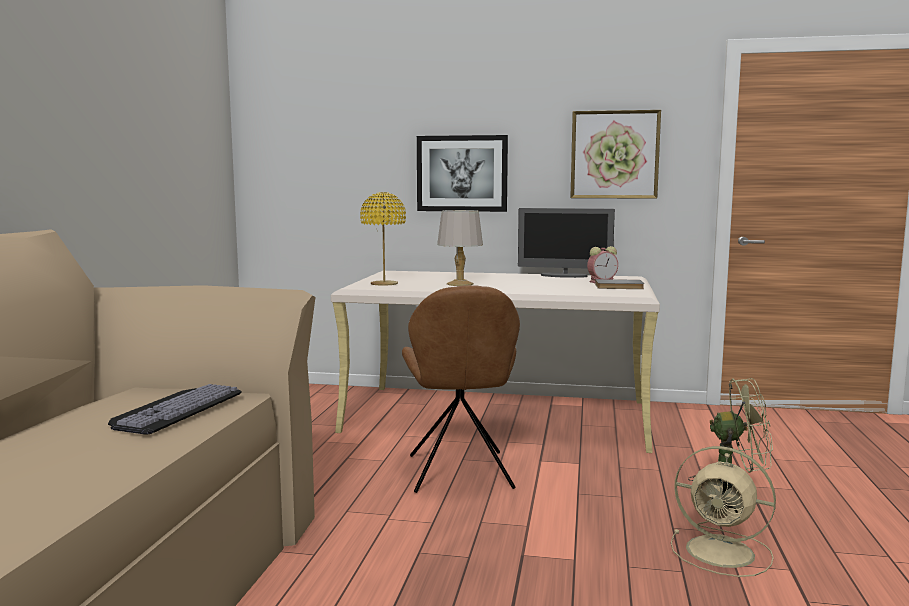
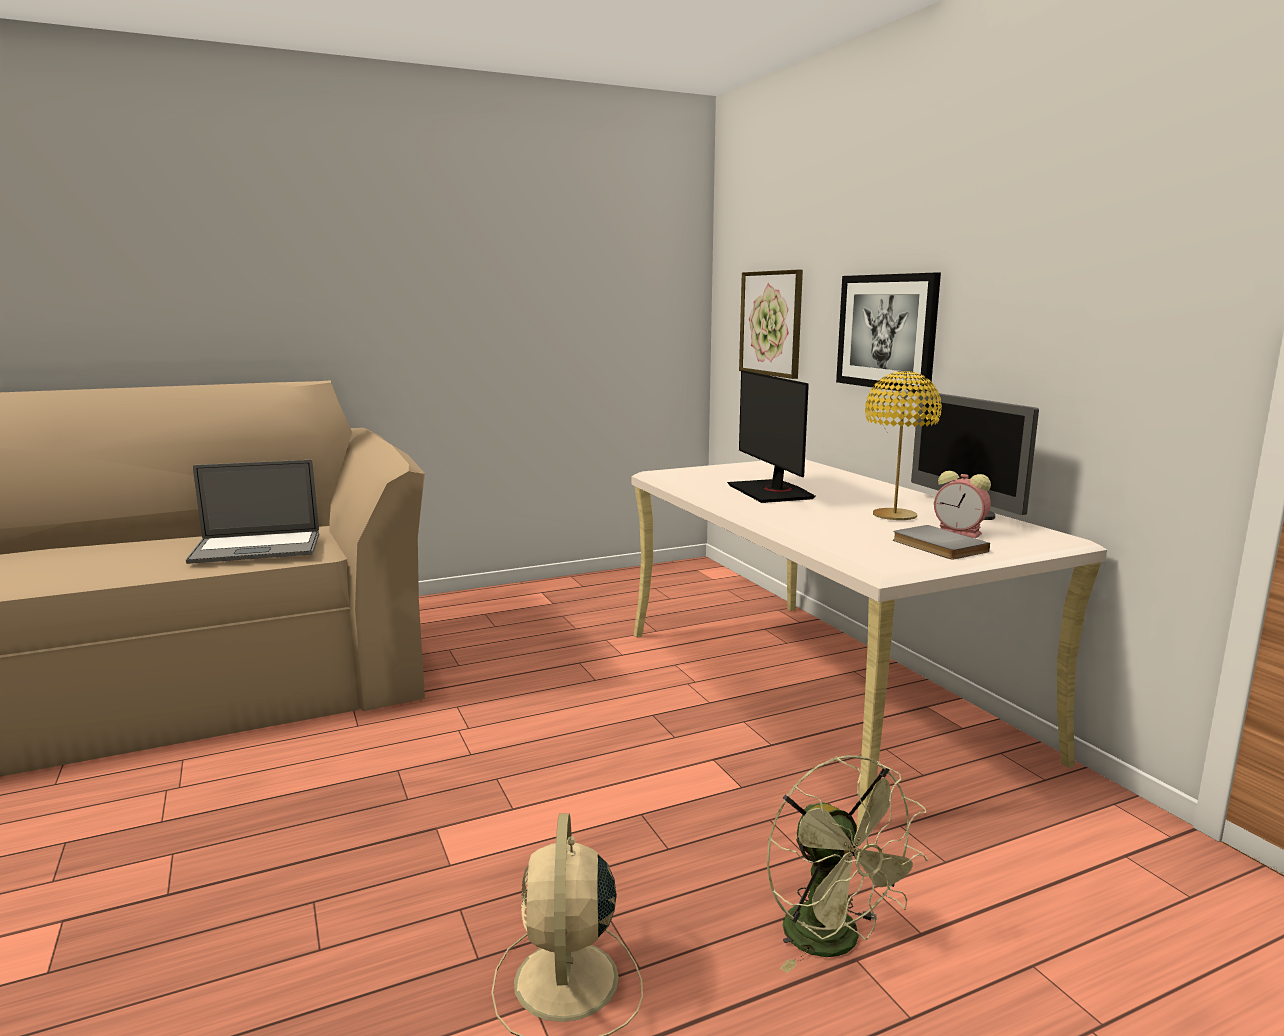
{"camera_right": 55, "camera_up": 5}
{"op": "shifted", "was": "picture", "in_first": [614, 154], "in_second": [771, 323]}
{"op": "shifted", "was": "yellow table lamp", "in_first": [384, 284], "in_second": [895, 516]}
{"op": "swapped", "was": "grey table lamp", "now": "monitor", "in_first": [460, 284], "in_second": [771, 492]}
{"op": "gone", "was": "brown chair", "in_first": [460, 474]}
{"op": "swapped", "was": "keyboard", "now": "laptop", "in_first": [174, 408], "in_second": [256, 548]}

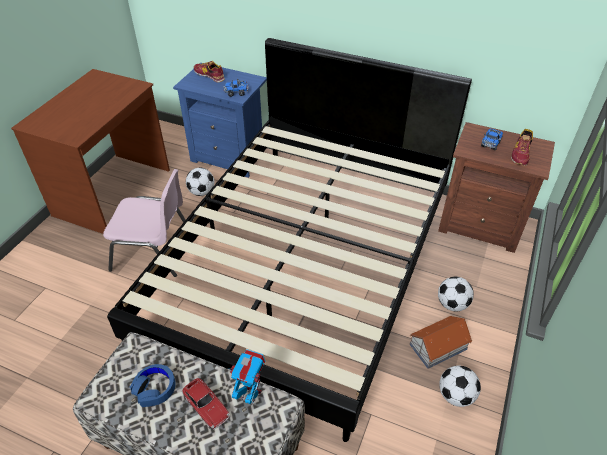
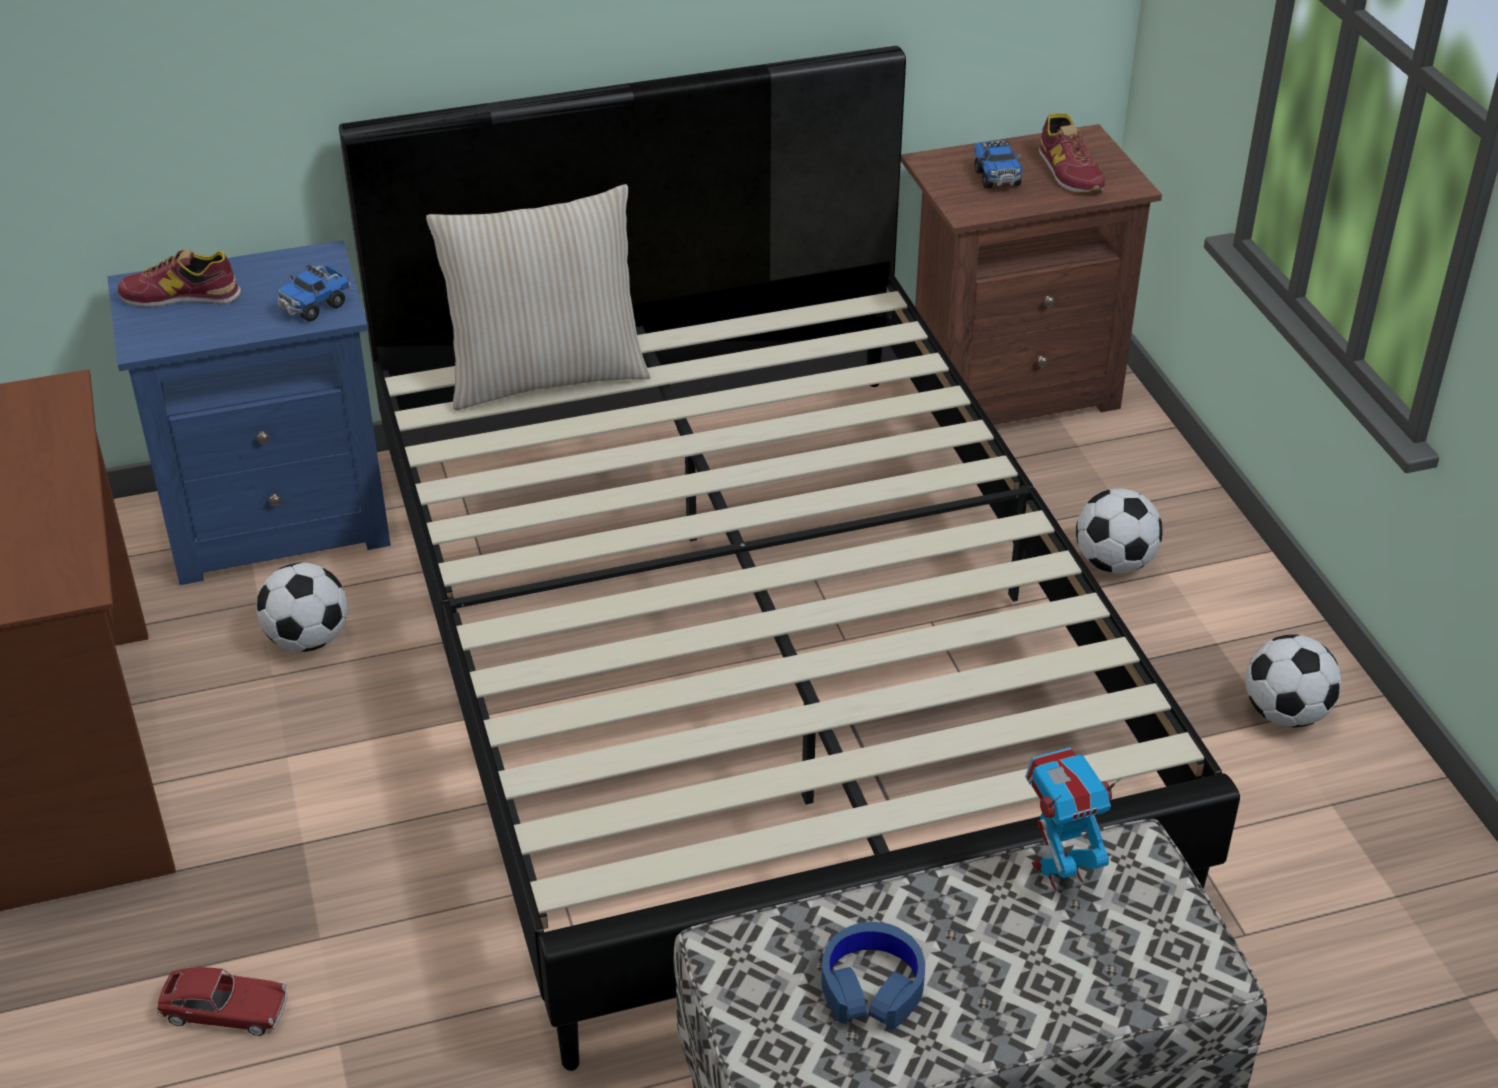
{"camera_right": -40, "camera_up": -5}
{"op": "gone", "was": "pink chair", "in_first": [154, 251]}
{"op": "gone", "was": "toy house", "in_first": [438, 346]}
{"op": "shifted", "was": "toy car", "in_first": [206, 406], "in_second": [225, 1011]}
{"op": "new", "now": "beige pillow", "in_second": [546, 375]}

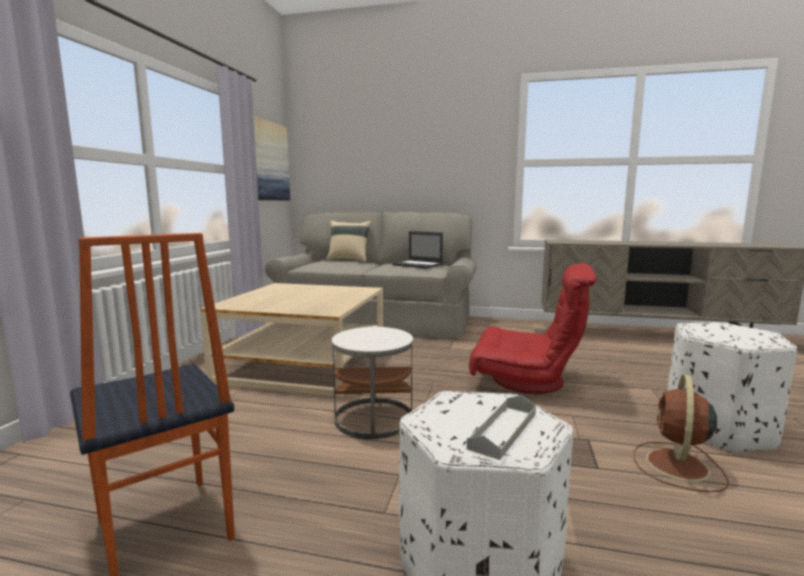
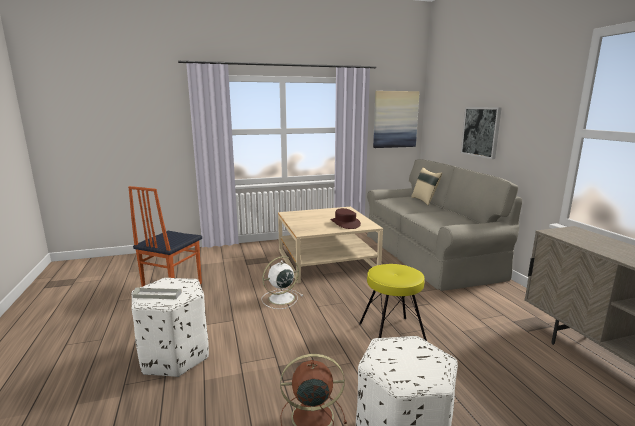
{"camera_right": 60, "camera_up": 5}
{"op": "gone", "was": "laptop", "in_first": [418, 265]}
{"op": "swapped", "was": "red armchair", "now": "yellow stool", "in_first": [527, 381], "in_second": [391, 334]}
{"op": "swapped", "was": "white side table", "now": "white fan", "in_first": [374, 419], "in_second": [280, 298]}
{"op": "new", "now": "picture", "in_second": [481, 132]}
{"op": "new", "now": "brown hat", "in_second": [345, 223]}

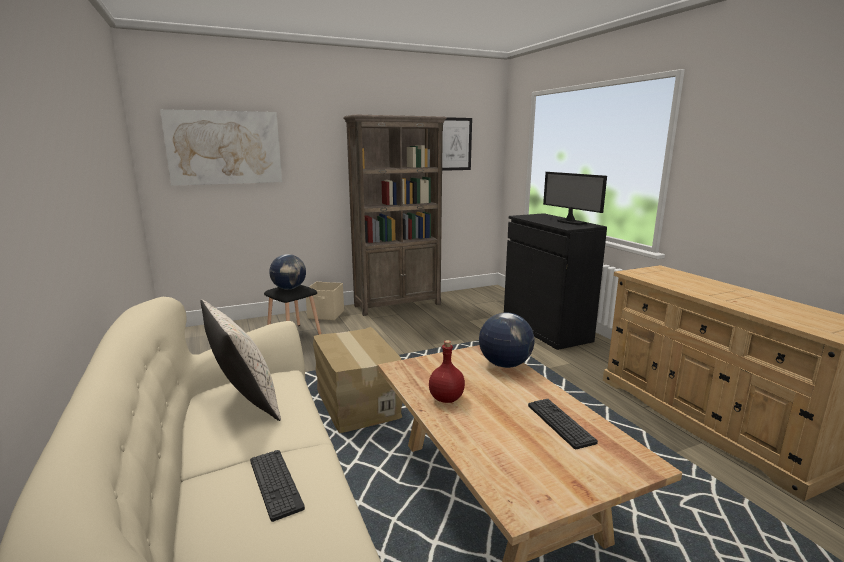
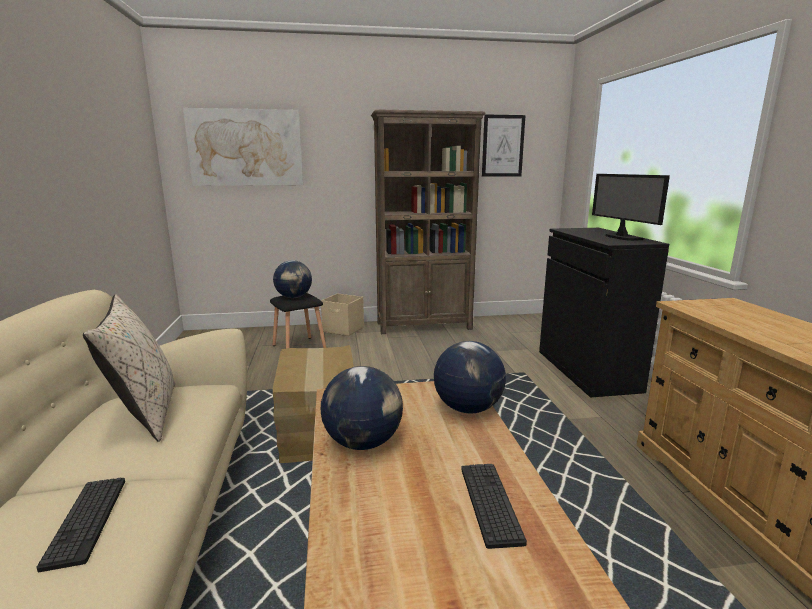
{"camera_right": 15, "camera_up": 0}
{"op": "swapped", "was": "red bottle", "now": "globe", "in_first": [447, 398], "in_second": [363, 443]}

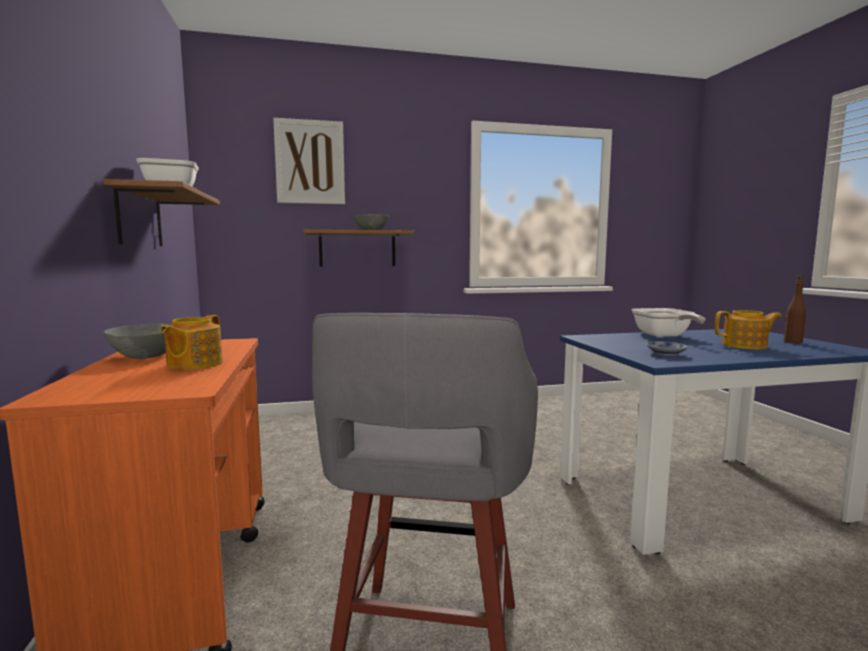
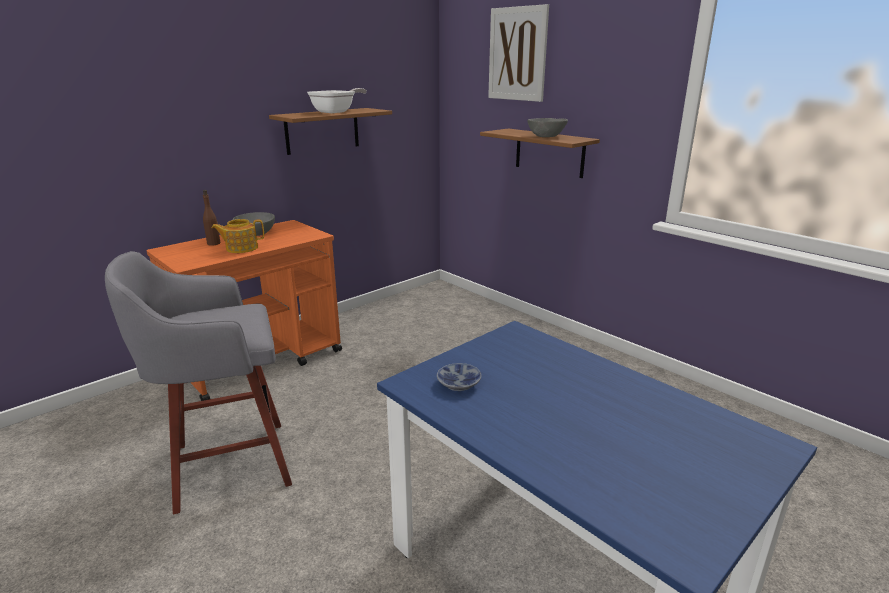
{"camera_right": 60, "camera_up": 15}
{"op": "shifted", "was": "brown bottle", "in_first": [792, 342], "in_second": [214, 243]}
{"op": "gone", "was": "frying pan", "in_first": [664, 336]}
{"op": "gone", "was": "teapot", "in_first": [745, 346]}

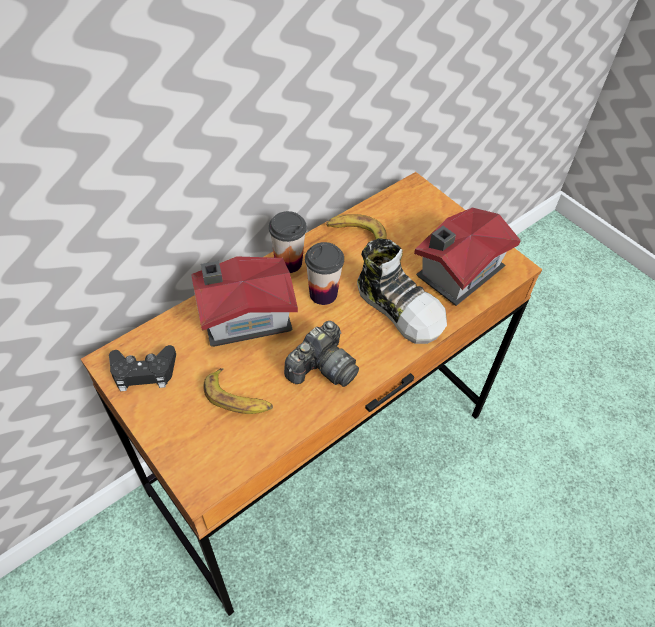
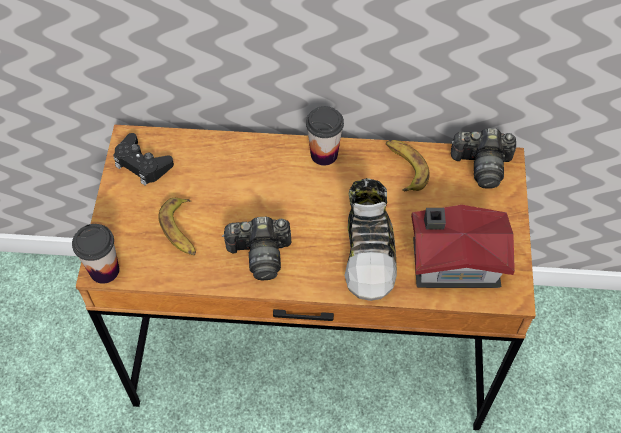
{"camera_right": 45, "camera_up": 5}
{"op": "shifted", "was": "cup", "in_first": [323, 294], "in_second": [104, 270]}
{"op": "gone", "was": "toy house", "in_first": [243, 316]}
{"op": "new", "now": "photo camera", "in_second": [482, 165]}

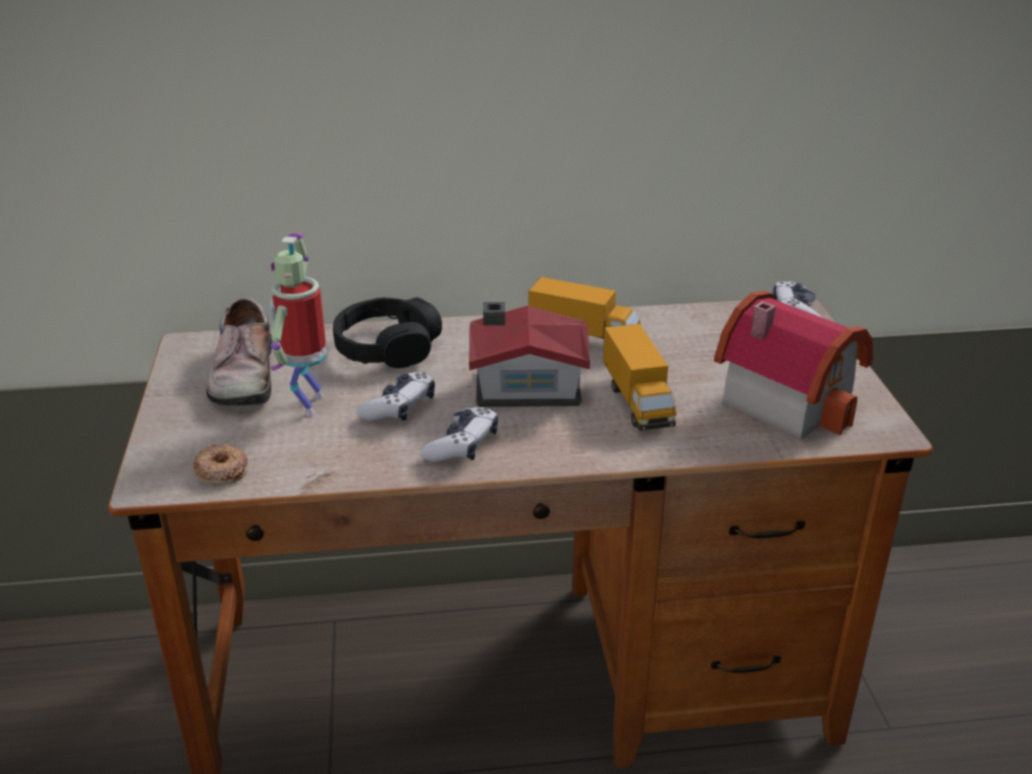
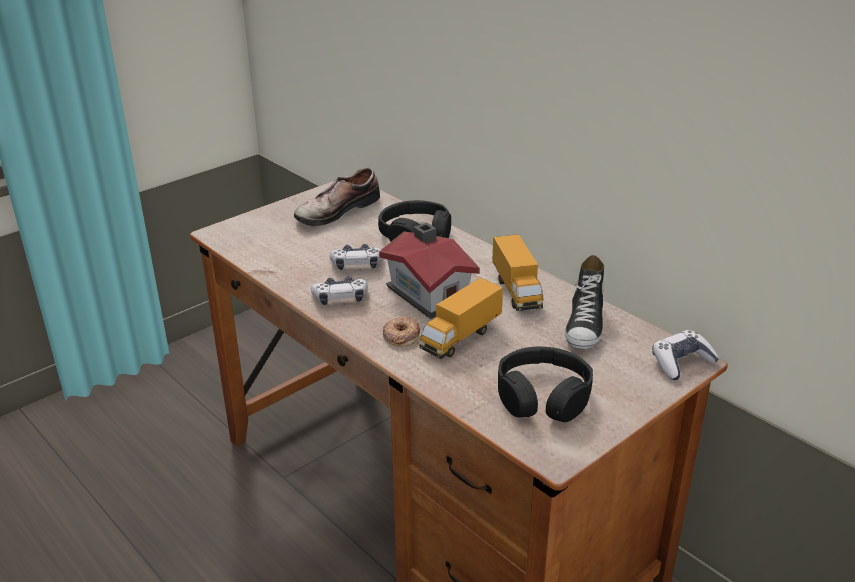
{"camera_right": 55, "camera_up": 0}
{"op": "gone", "was": "toy robot", "in_first": [308, 403]}
{"op": "swapped", "was": "toy house", "now": "black headphones", "in_first": [788, 399], "in_second": [543, 396]}
{"op": "shifted", "was": "donut", "in_first": [221, 470], "in_second": [401, 335]}
{"op": "new", "now": "shoe", "in_second": [585, 325]}

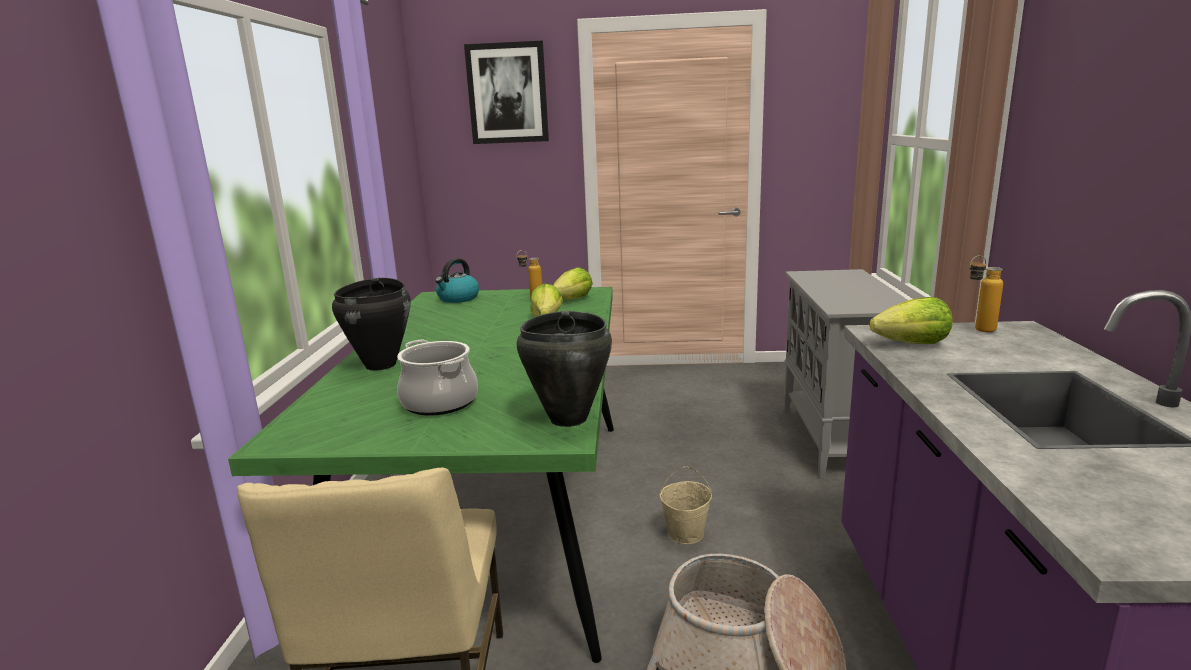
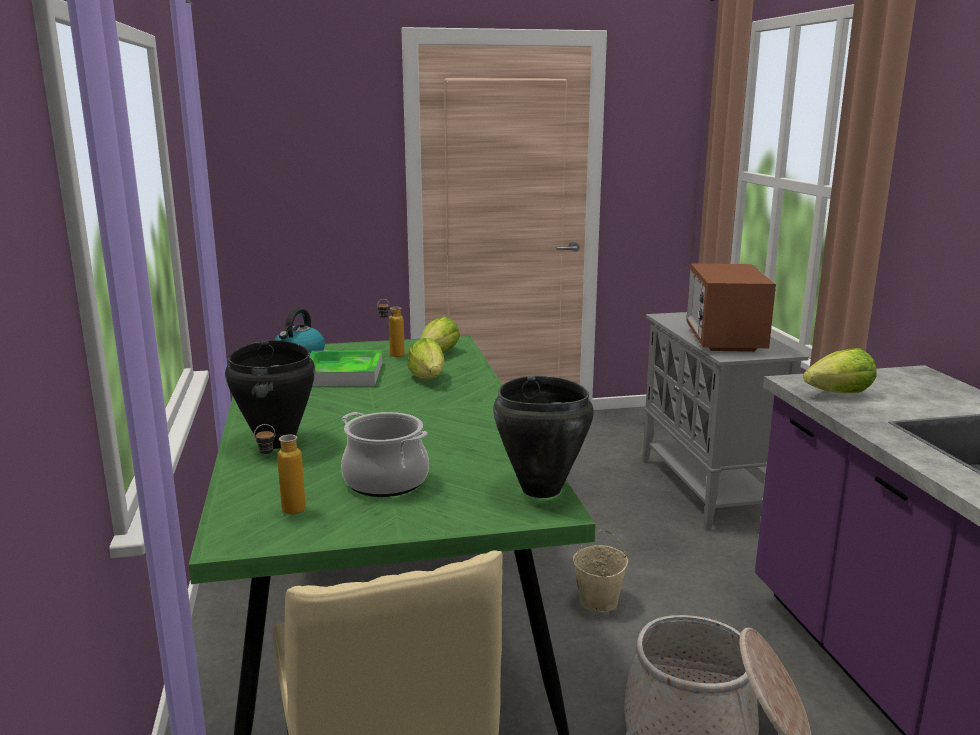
{"camera_right": -15, "camera_up": 0}
{"op": "gone", "was": "picture", "in_first": [507, 93]}
{"op": "shifted", "was": "bottle", "in_first": [978, 330], "in_second": [283, 511]}
{"op": "new", "now": "microwave", "in_second": [724, 340]}
{"op": "new", "now": "tray", "in_second": [342, 374]}

